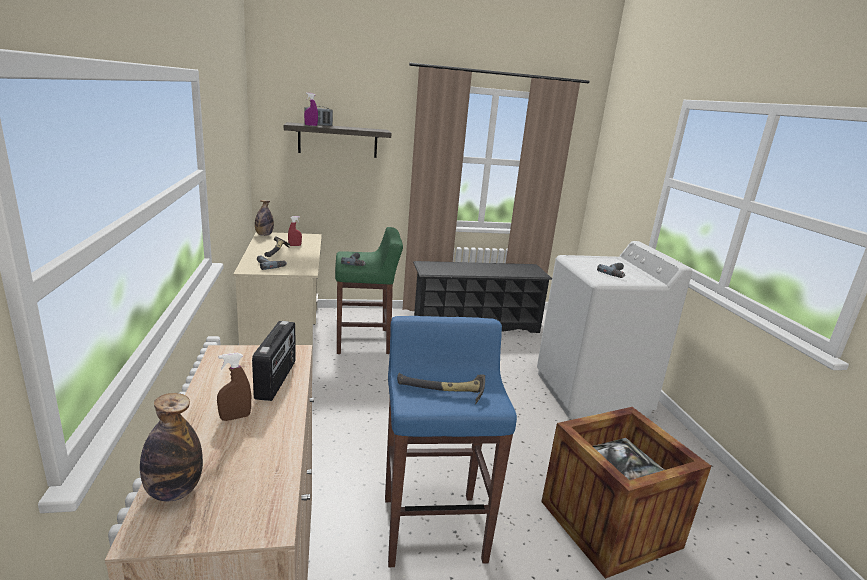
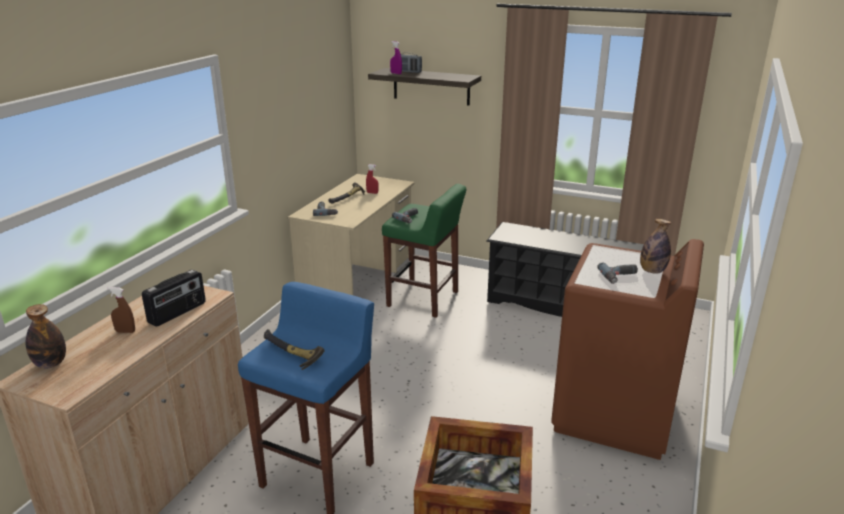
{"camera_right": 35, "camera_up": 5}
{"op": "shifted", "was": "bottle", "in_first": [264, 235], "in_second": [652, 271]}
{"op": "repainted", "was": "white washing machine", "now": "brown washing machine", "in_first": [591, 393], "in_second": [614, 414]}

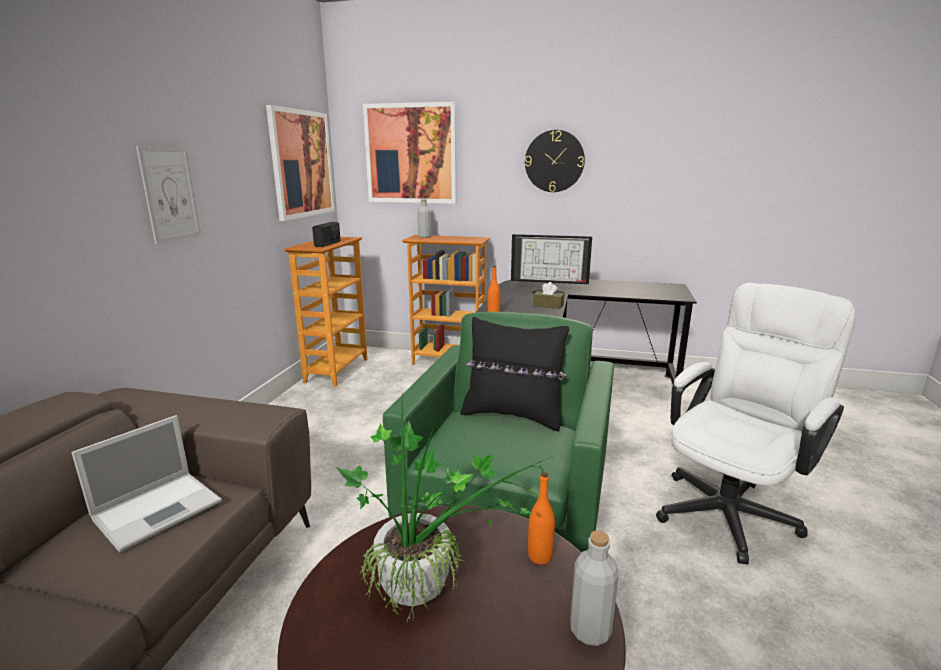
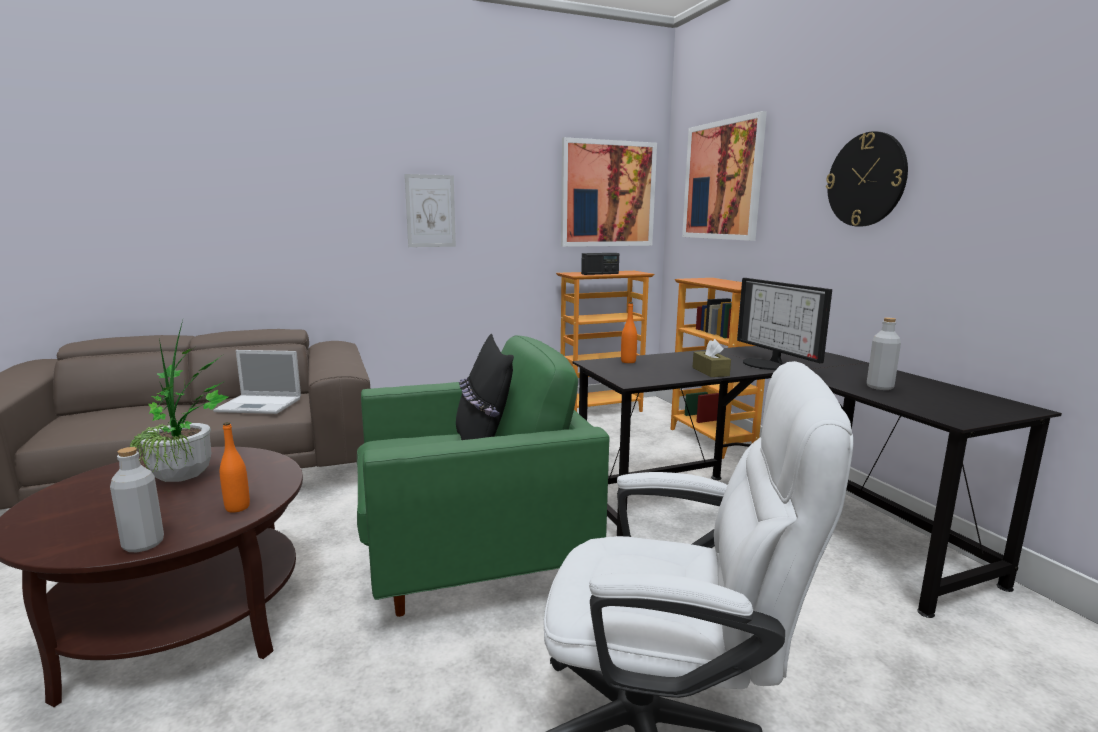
{"camera_right": 55, "camera_up": -5}
{"op": "shifted", "was": "grey bottle", "in_first": [424, 237], "in_second": [879, 387]}

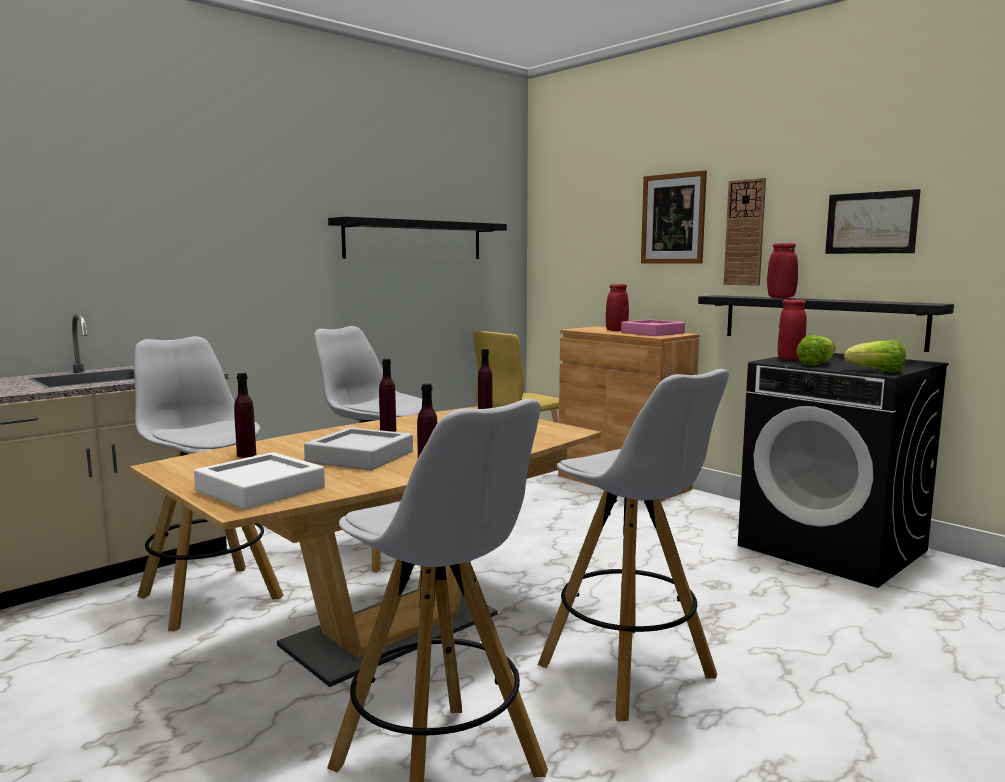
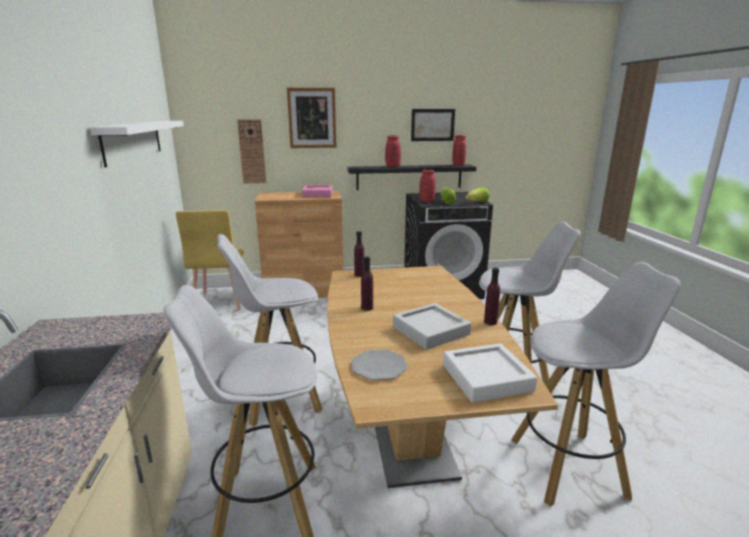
{"camera_right": -55, "camera_up": 10}
{"op": "shifted", "was": "wall clock", "in_first": [745, 233], "in_second": [252, 151]}
{"op": "repainted", "was": "black shelf", "now": "white shelf", "in_first": [415, 240], "in_second": [133, 140]}
{"op": "shifted", "was": "red vase", "in_first": [616, 330], "in_second": [458, 165]}
{"op": "swapped", "was": "purple bottle", "now": "plate", "in_first": [246, 455], "in_second": [379, 366]}

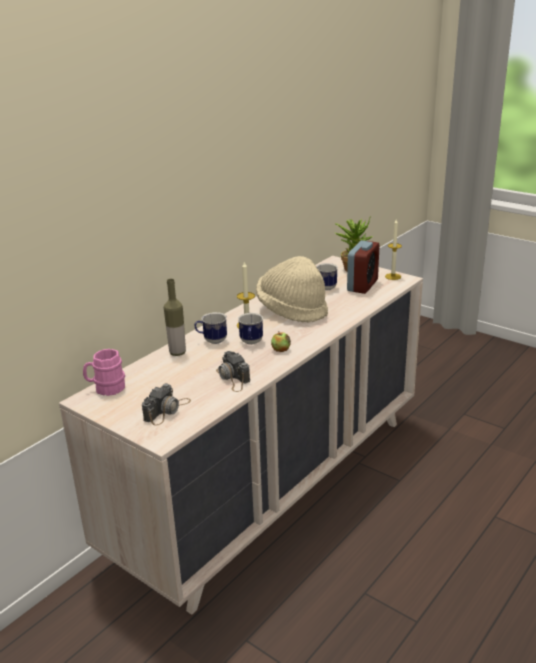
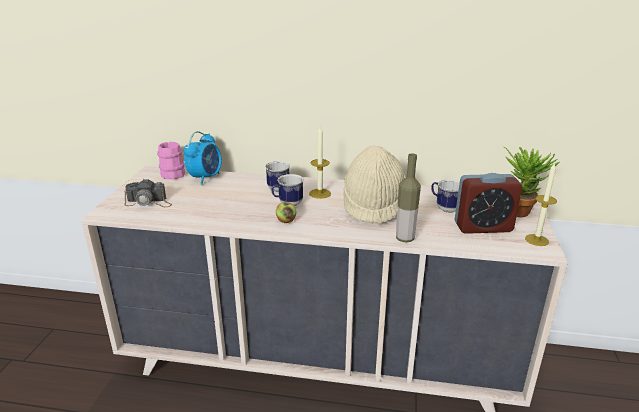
{"camera_right": 60, "camera_up": 0}
{"op": "shifted", "was": "bottle", "in_first": [177, 353], "in_second": [405, 238]}
{"op": "gone", "was": "photo camera", "in_first": [233, 378]}
{"op": "new", "now": "alarm clock", "in_second": [206, 177]}

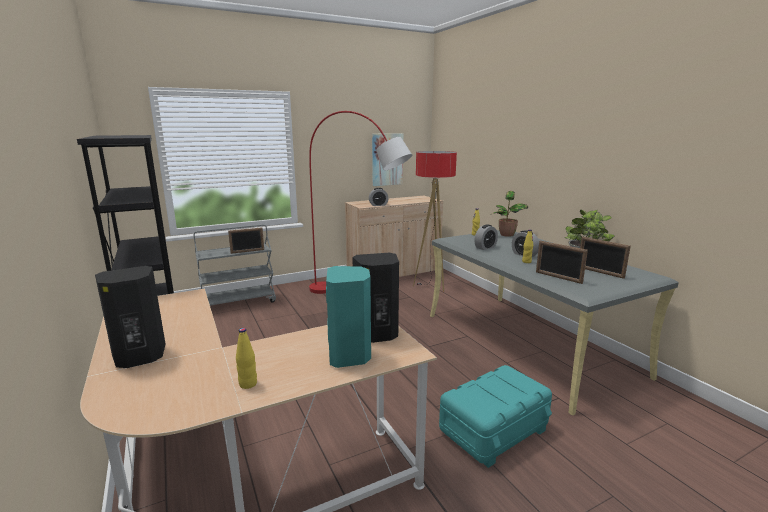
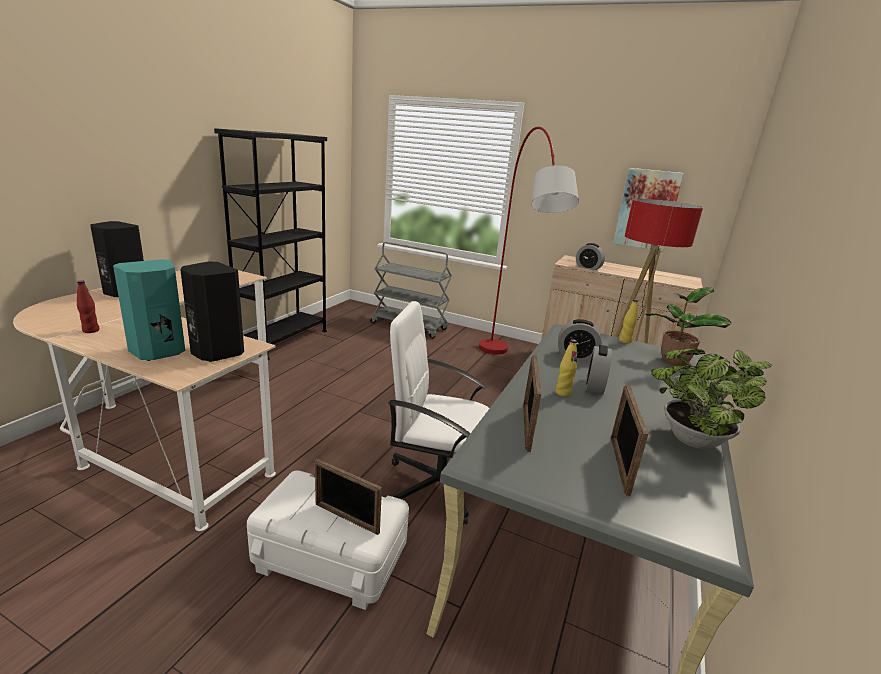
{"camera_right": 50, "camera_up": 5}
{"op": "shifted", "was": "picture frame", "in_first": [247, 251], "in_second": [346, 518]}
{"op": "repainted", "was": "yellow bottle", "now": "red bottle", "in_first": [248, 384], "in_second": [91, 330]}
{"op": "repainted", "was": "turquoise storage box", "now": "white storage box", "in_first": [493, 429], "in_second": [331, 556]}
{"op": "new", "now": "white office chair", "in_second": [437, 484]}

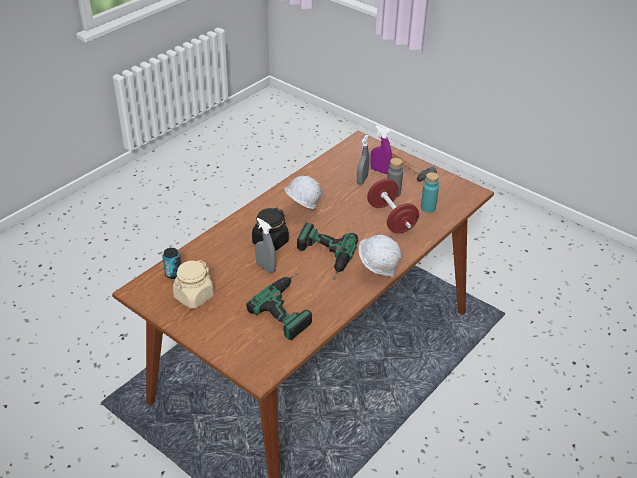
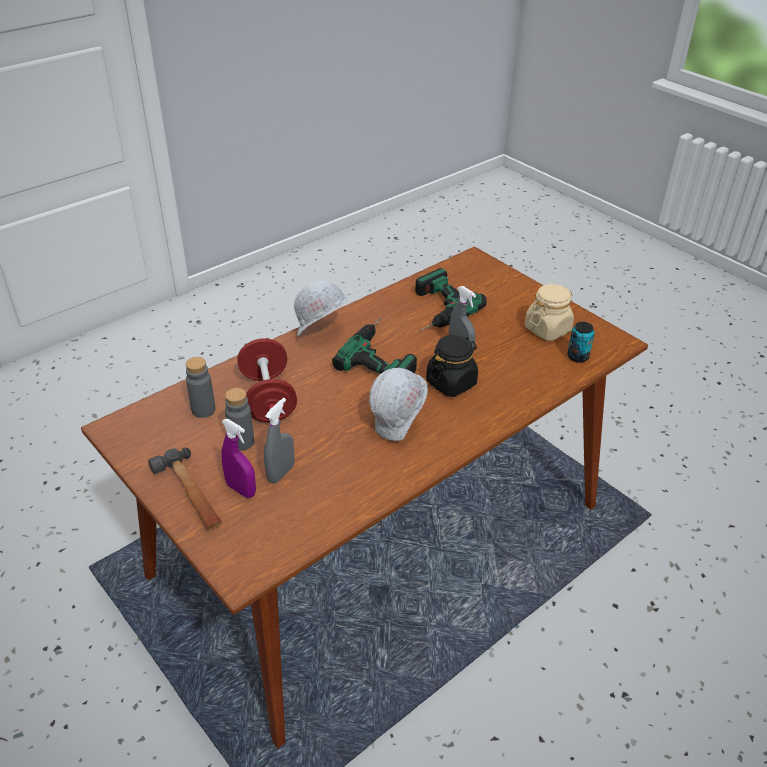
{"camera_right": -170, "camera_up": 0}
{"op": "repainted", "was": "turquoise bottle", "now": "grey bottle", "in_first": [428, 208], "in_second": [203, 410]}

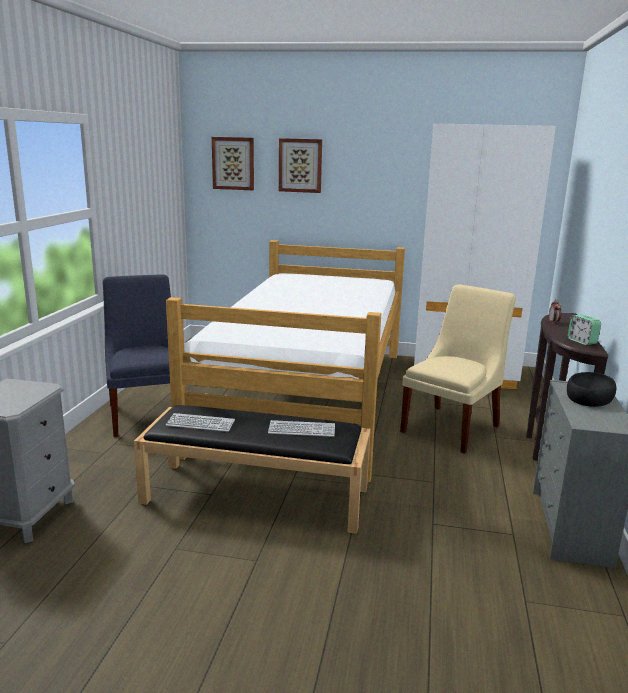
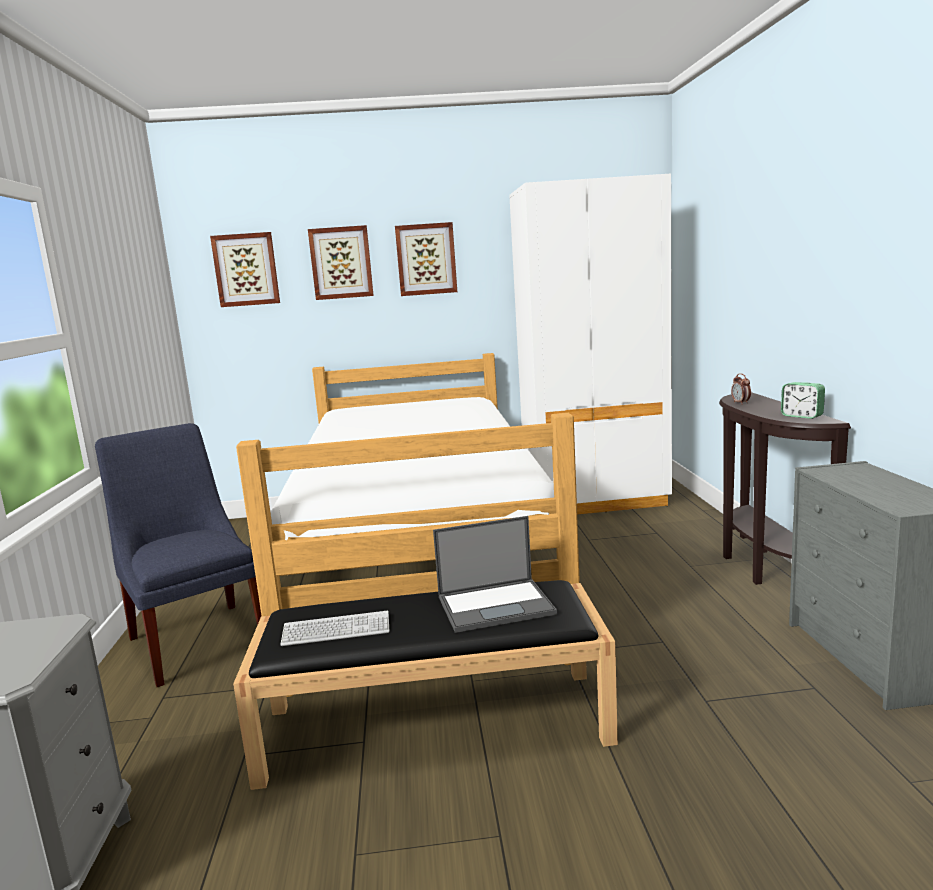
{"camera_right": -15, "camera_up": -5}
{"op": "gone", "was": "beige chair", "in_first": [453, 427]}
{"op": "gone", "was": "black bowl", "in_first": [589, 397]}
{"op": "swapped", "was": "keyboard", "now": "laptop", "in_first": [301, 430], "in_second": [497, 605]}
{"op": "new", "now": "picture", "in_second": [426, 259]}

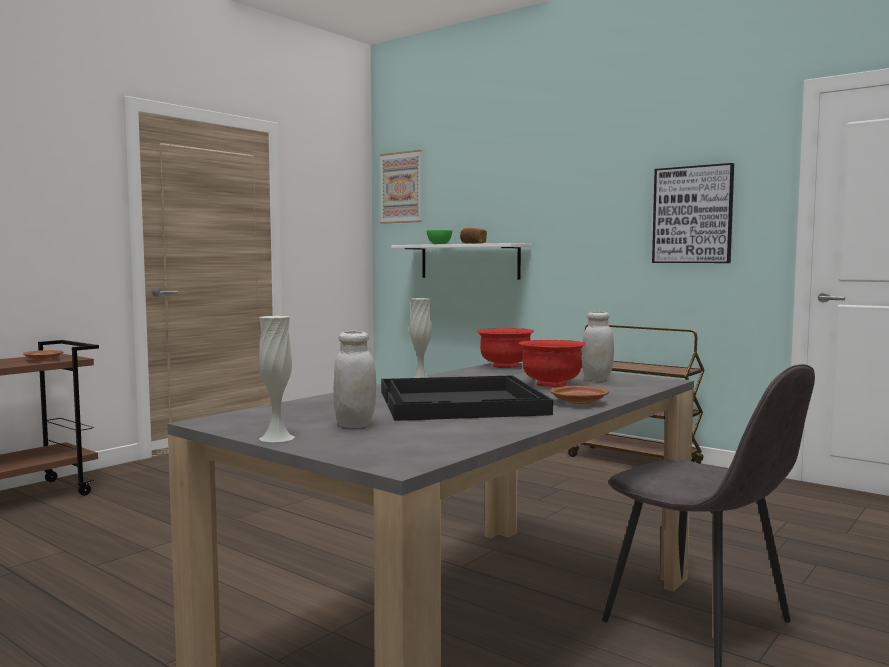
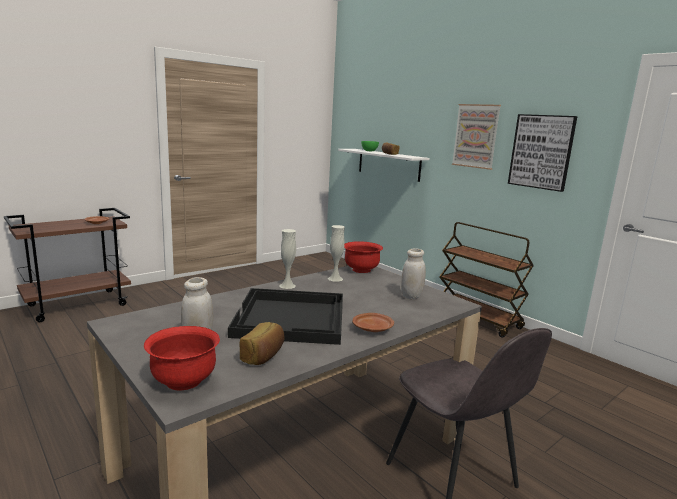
{"camera_right": 10, "camera_up": 10}
{"op": "shifted", "was": "picture", "in_first": [401, 187], "in_second": [476, 136]}
{"op": "shifted", "was": "white vase", "in_first": [277, 438], "in_second": [335, 278]}
{"op": "shifted", "was": "red bowl", "in_first": [551, 384], "in_second": [184, 381]}
{"op": "new", "now": "bread", "in_second": [263, 355]}

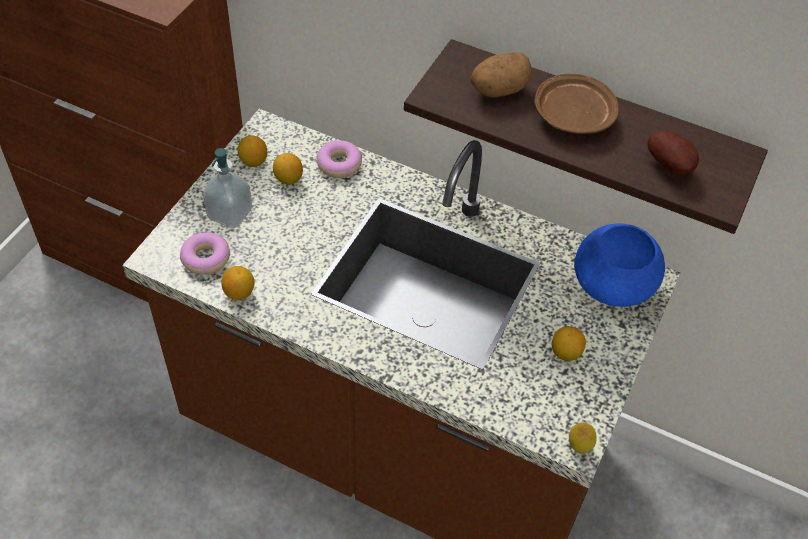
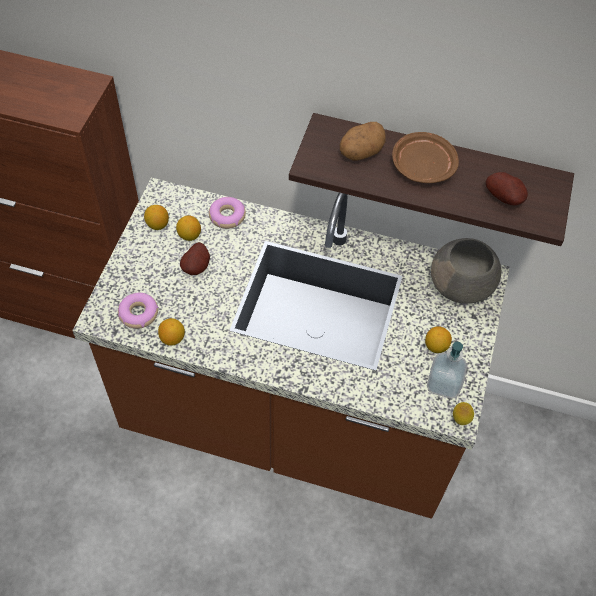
{"camera_right": -10, "camera_up": 5}
{"op": "shifted", "was": "soap dispenser", "in_first": [230, 214], "in_second": [443, 384]}
{"op": "repainted", "was": "blue bowl", "now": "grey bowl", "in_first": [614, 286], "in_second": [462, 286]}
{"op": "new", "now": "potato", "in_second": [197, 267]}

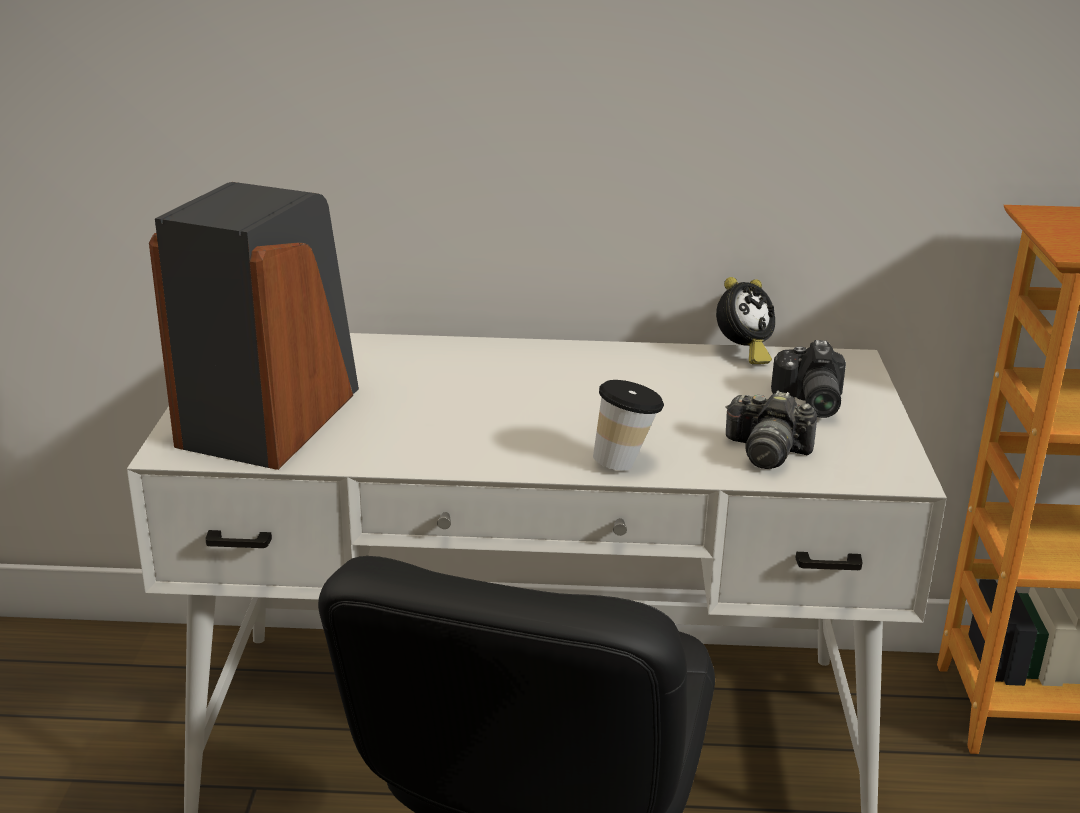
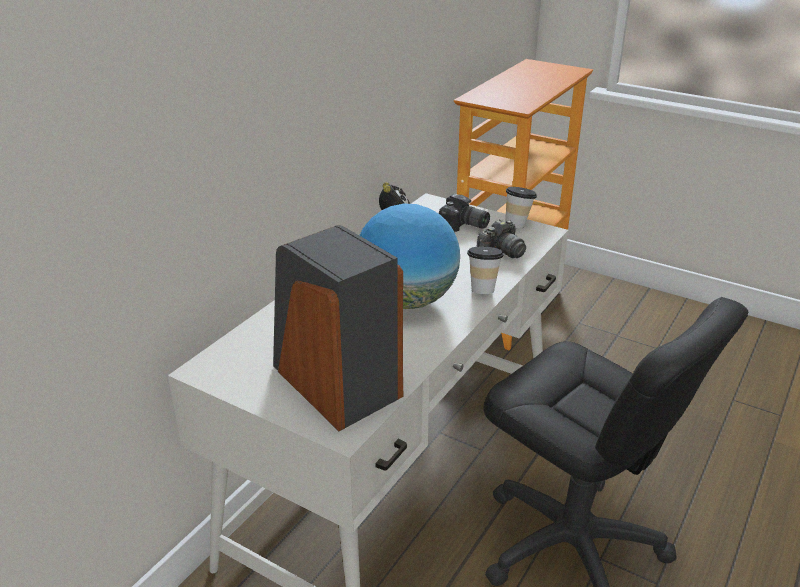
{"camera_right": -60, "camera_up": 5}
{"op": "new", "now": "cup", "in_second": [518, 225]}
{"op": "new", "now": "globe", "in_second": [407, 300]}

